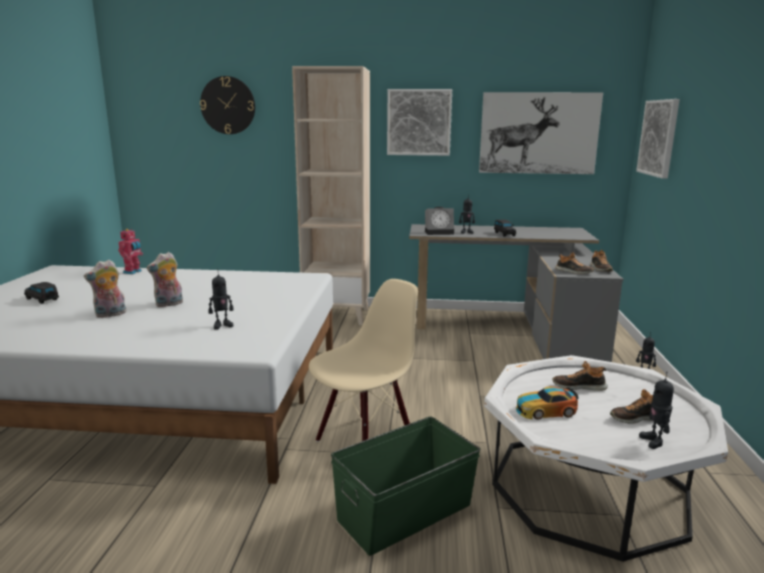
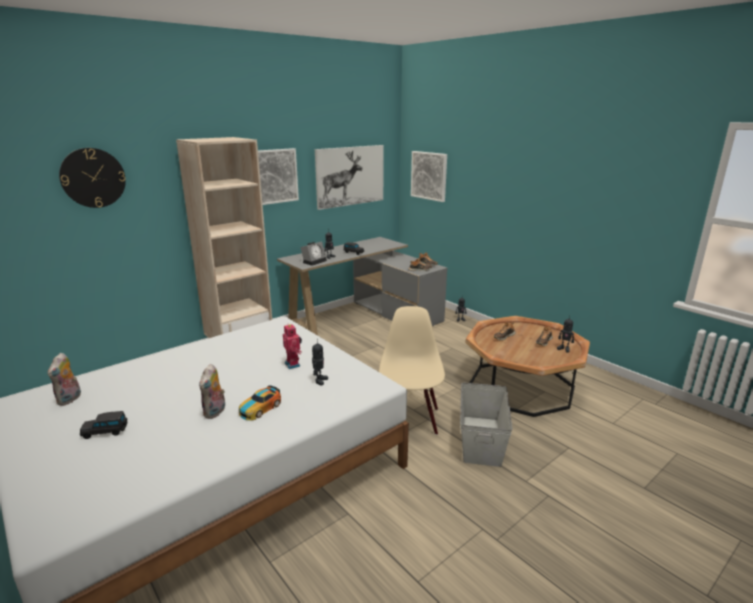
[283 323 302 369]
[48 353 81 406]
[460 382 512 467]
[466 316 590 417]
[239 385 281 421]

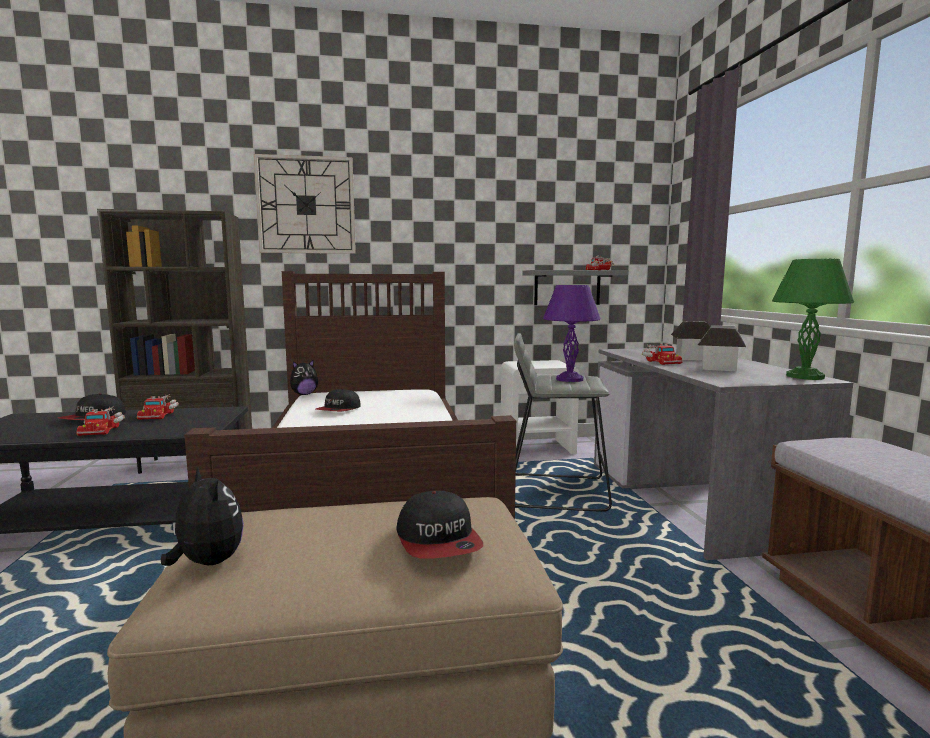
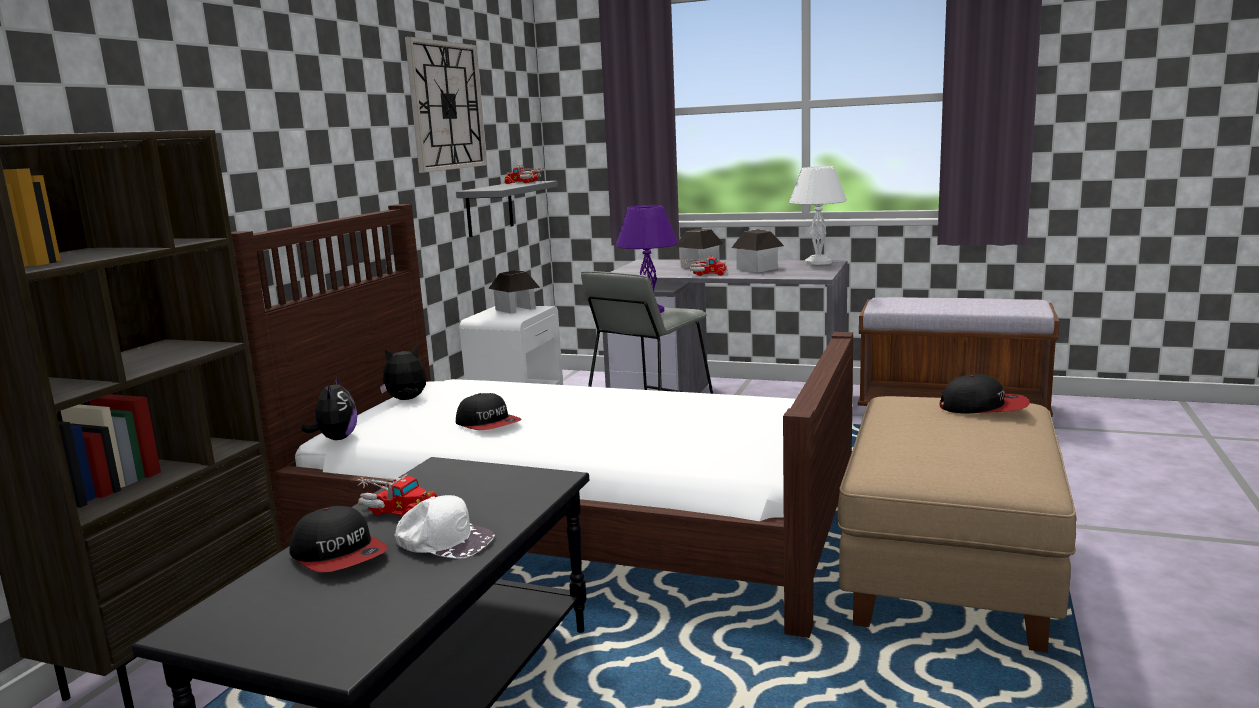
[395 495 495 559]
[380 346 427 400]
[405 37 487 173]
[789 166 847 265]
[488 270 540 313]

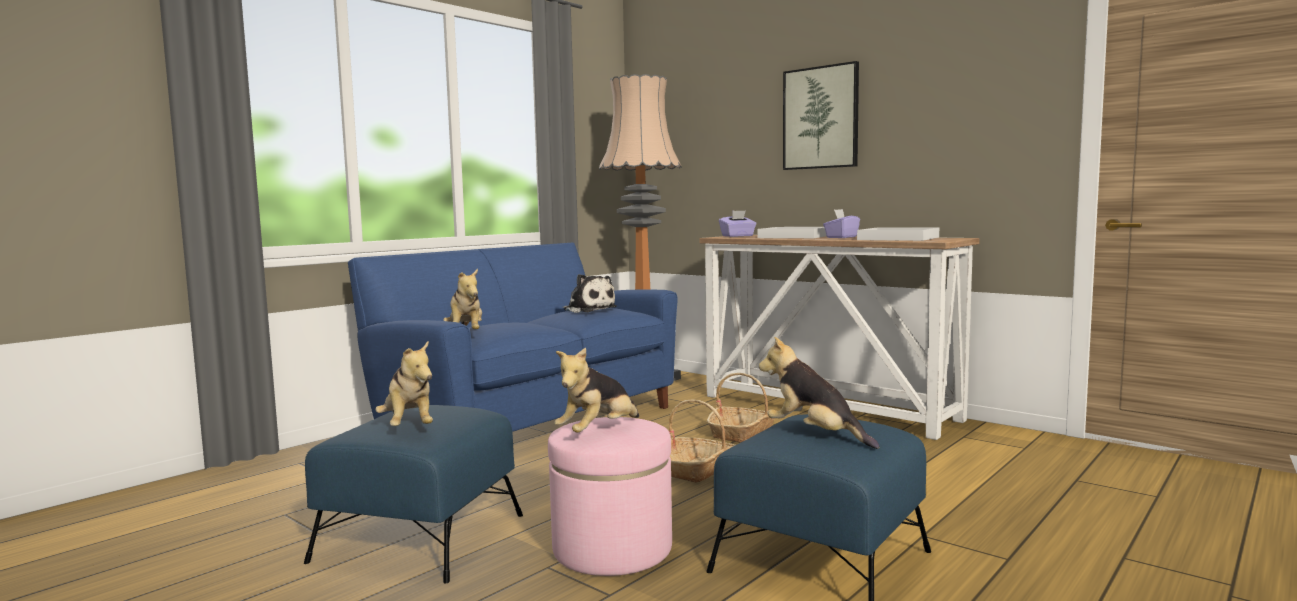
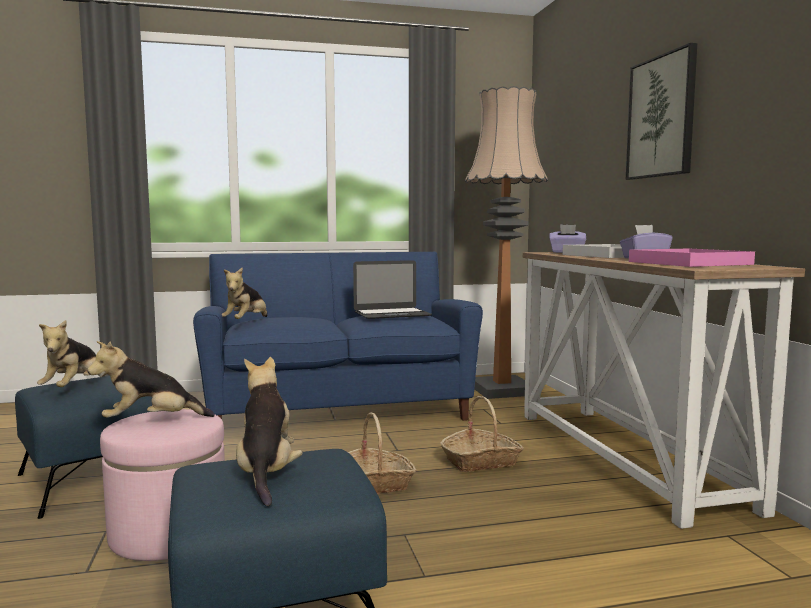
[353 260 432 319]
[629 249 755 267]

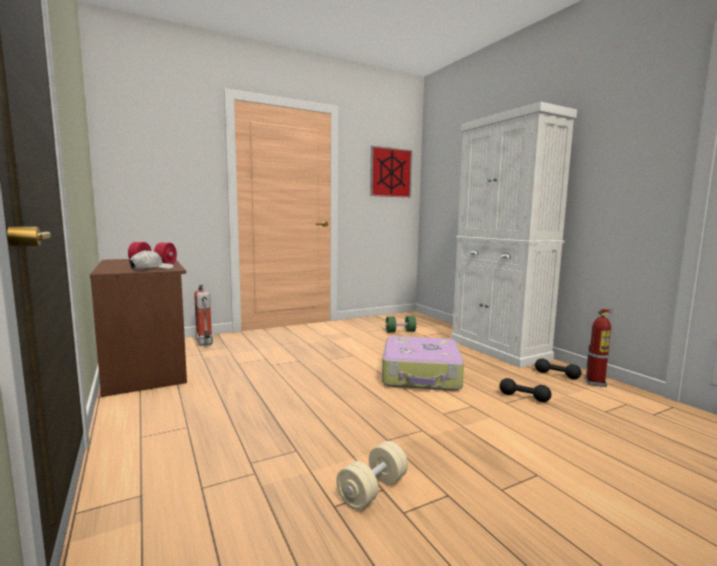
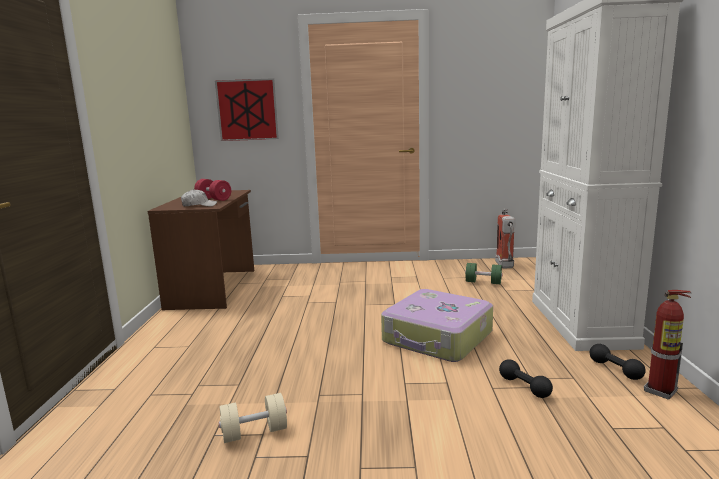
[495 209 515 268]
[215 78 279 141]

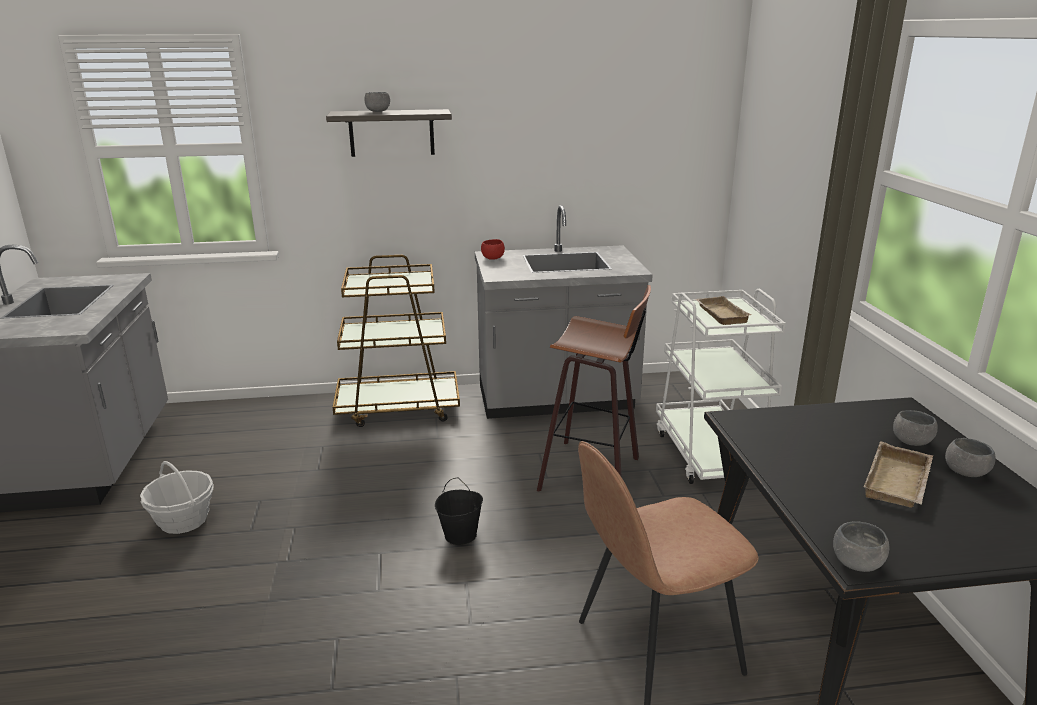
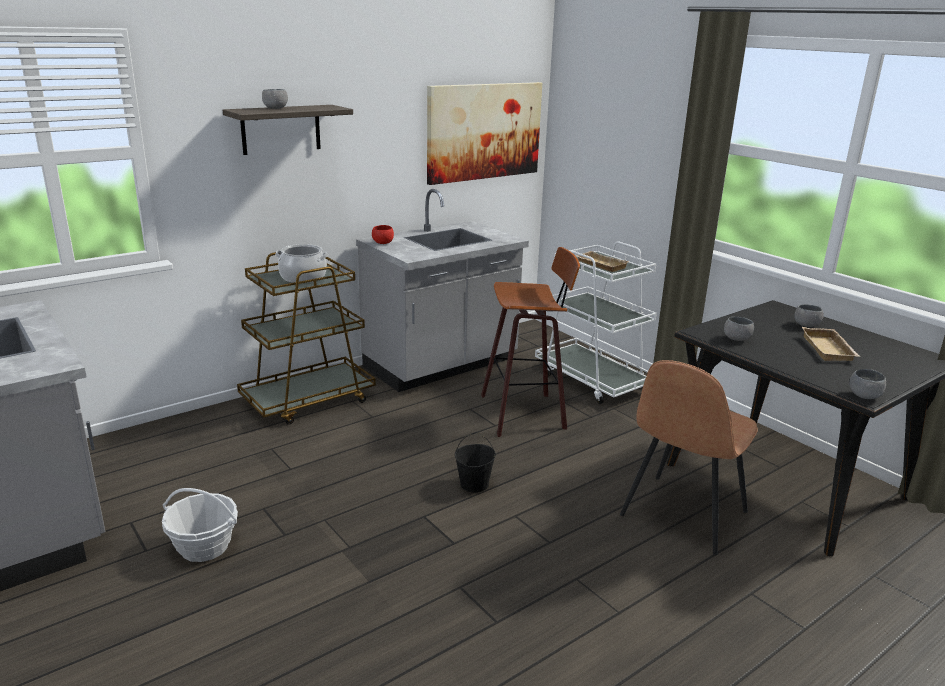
[724 317 754 341]
[275 244 328 283]
[427 82 542 185]

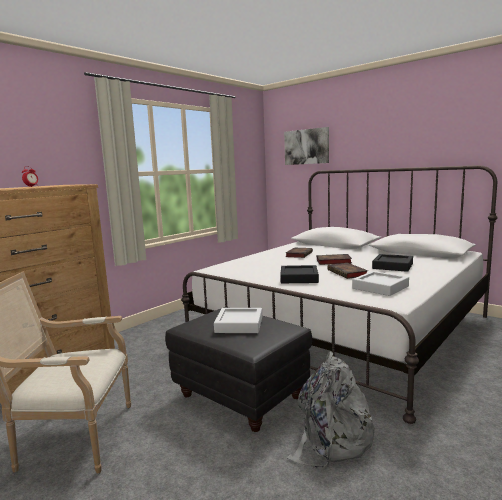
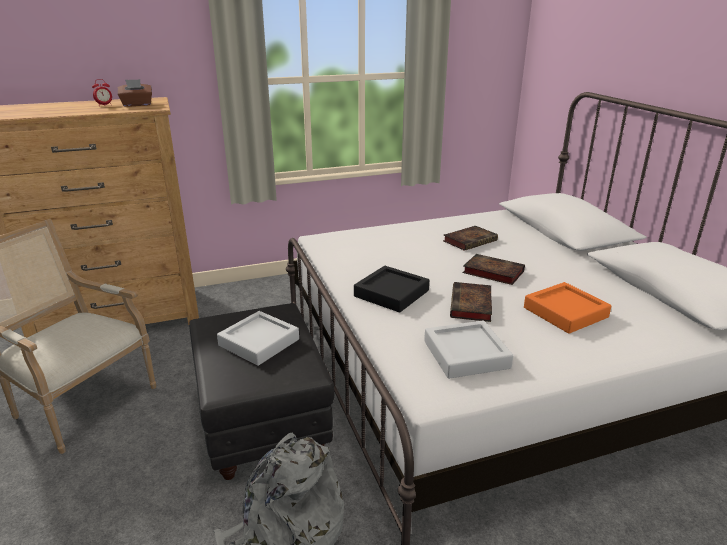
[284 127 329 165] (first image)
[524 282 611 334]
[118 79 152 107]

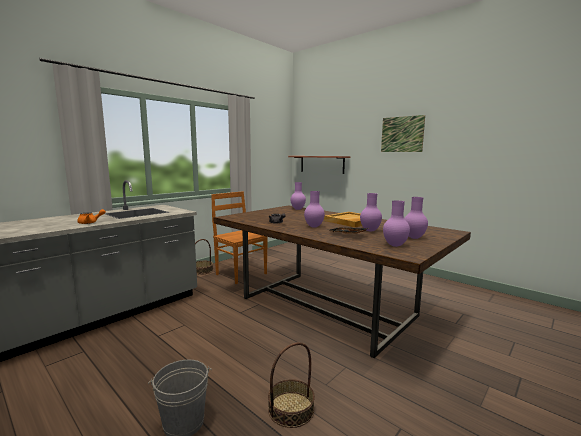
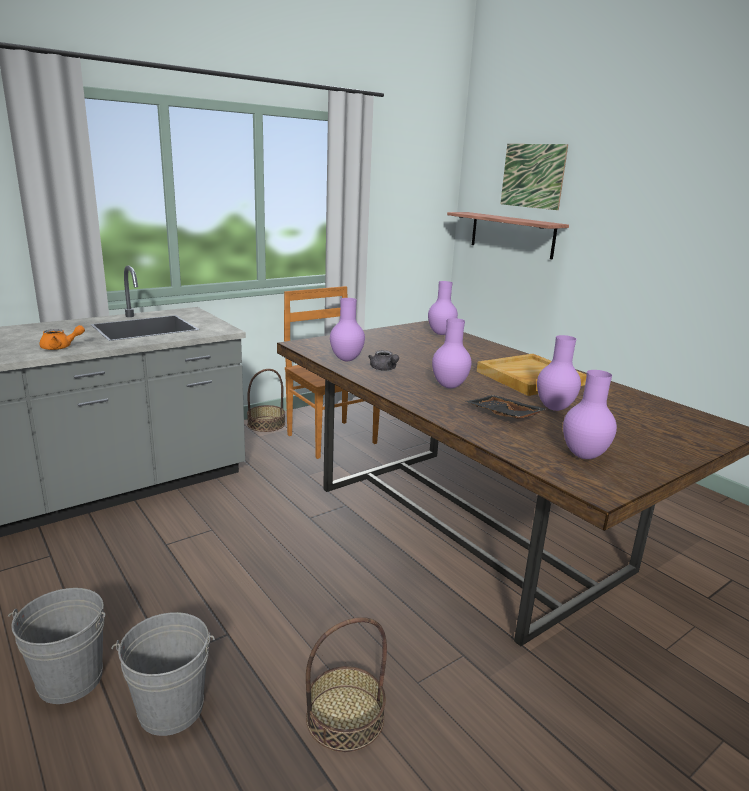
[500 144 568 210]
[330 298 365 361]
[8 588 105 704]

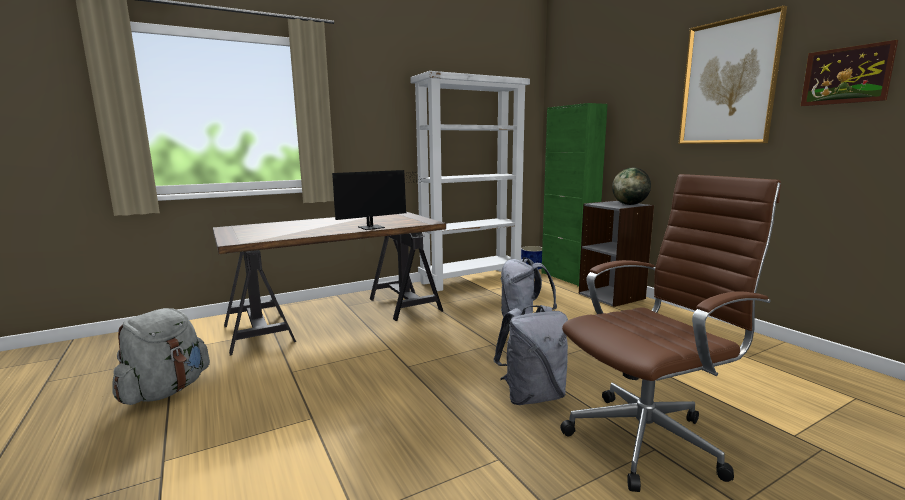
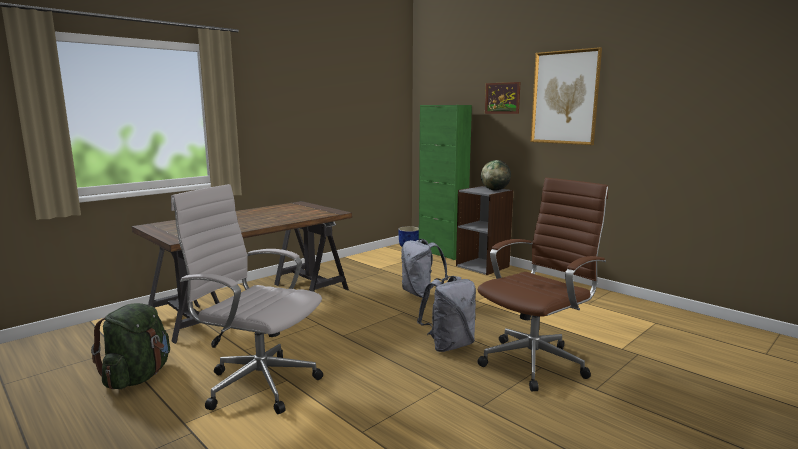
[91 303 170 389]
[332 170 426 230] (first image)
[410 71 530 291] (first image)
[485 82 520 114]
[171 184 323 414]

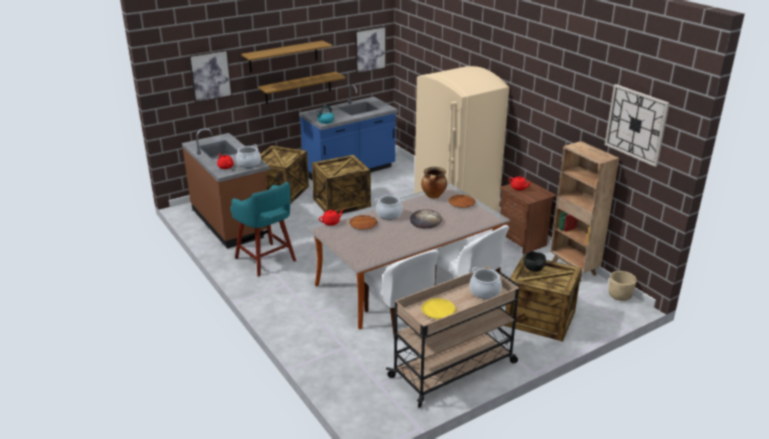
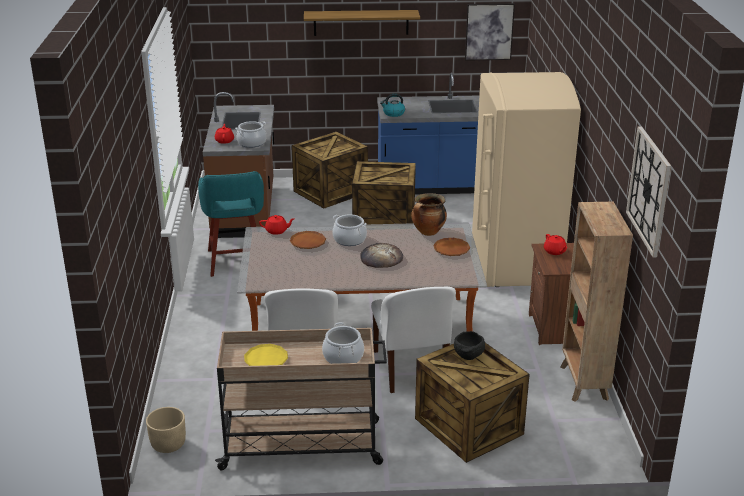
[189 50 232 103] (first image)
[258 72 346 104] (first image)
[146 407 186 453]

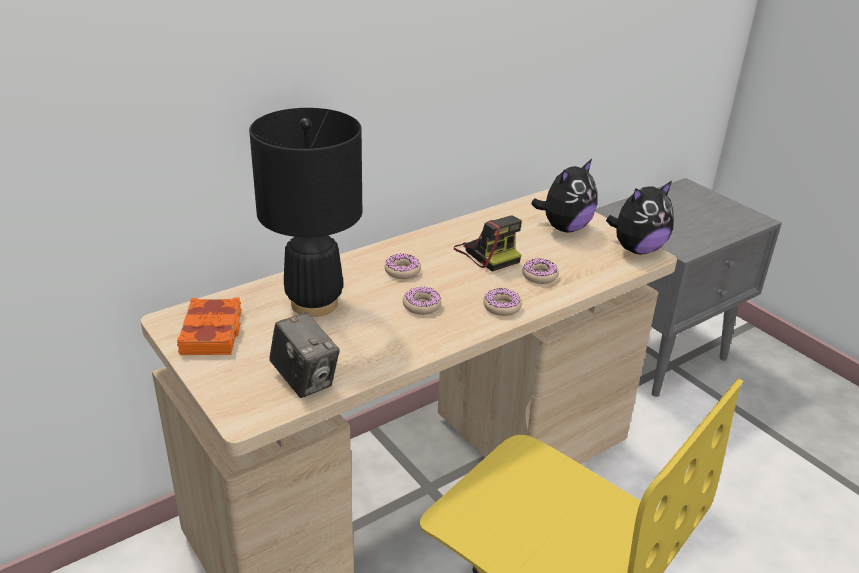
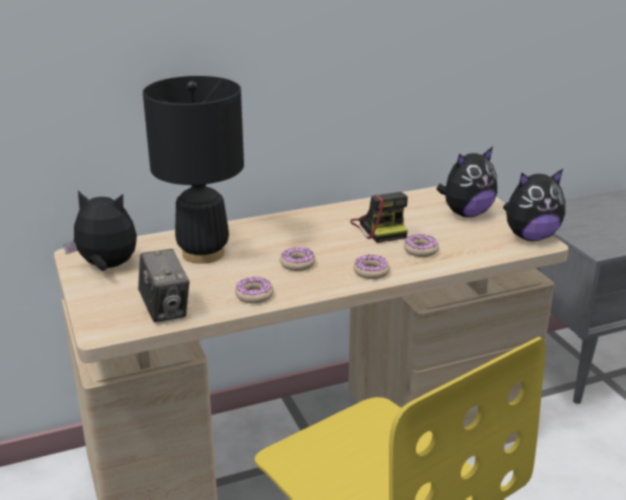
[63 191 137 271]
[235 277 274 303]

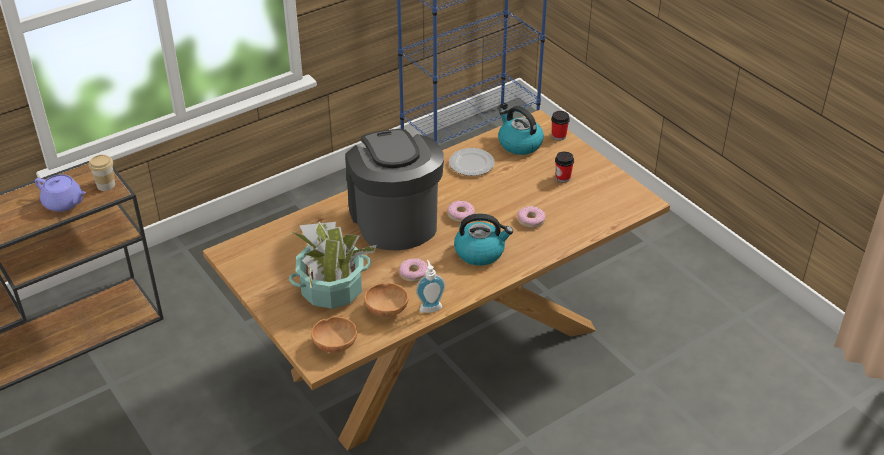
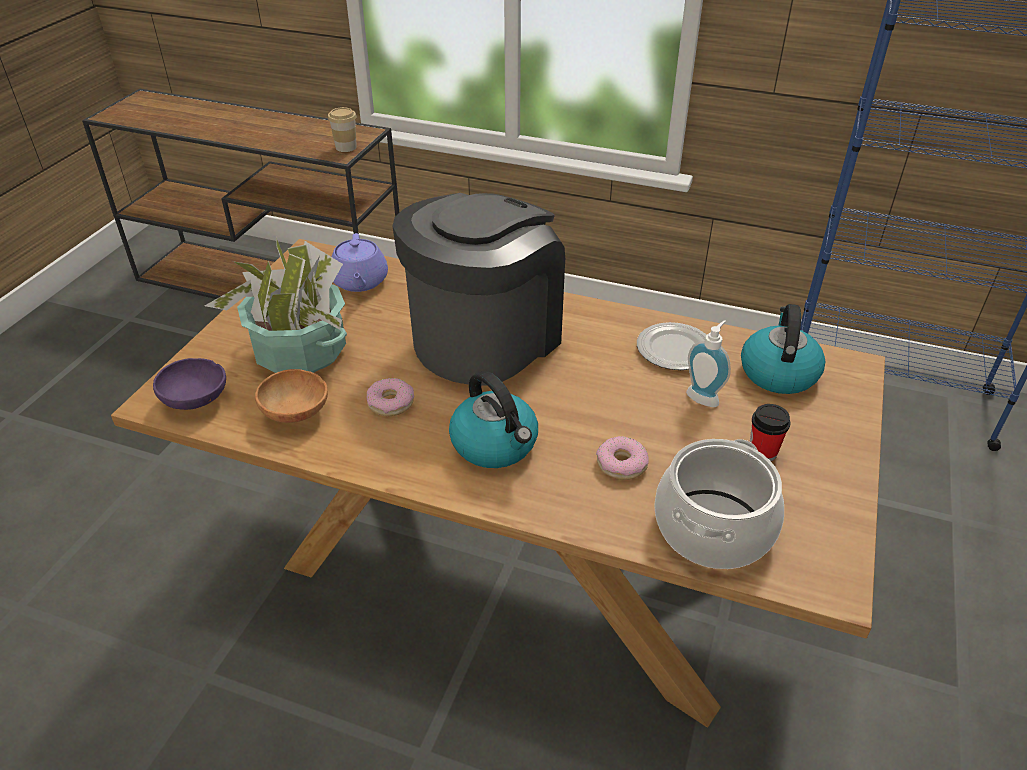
[331 233 388 292]
[153 358 226 410]
[686 320 731 407]
[447 201 475 223] (first image)
[551 111 570 141] (first image)
[654 439 784 569]

